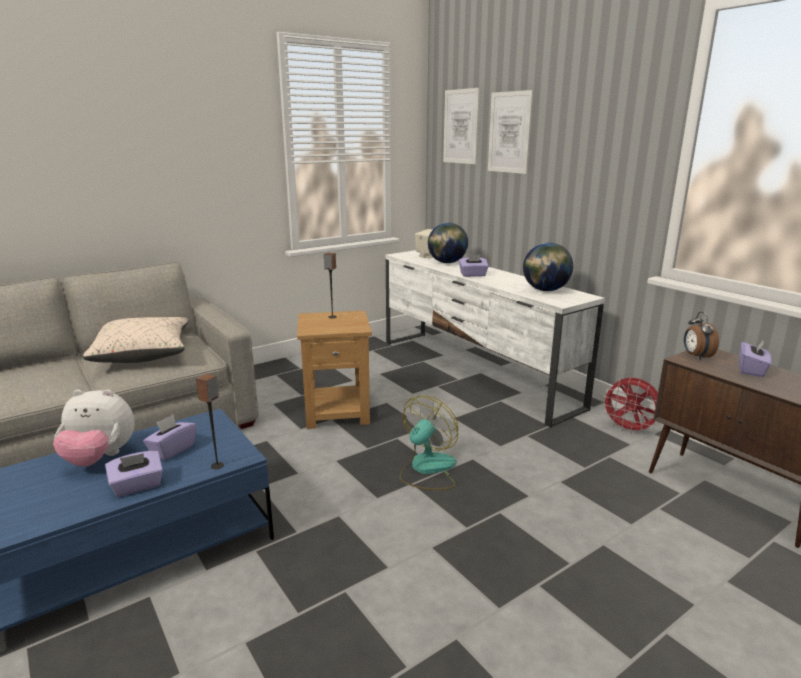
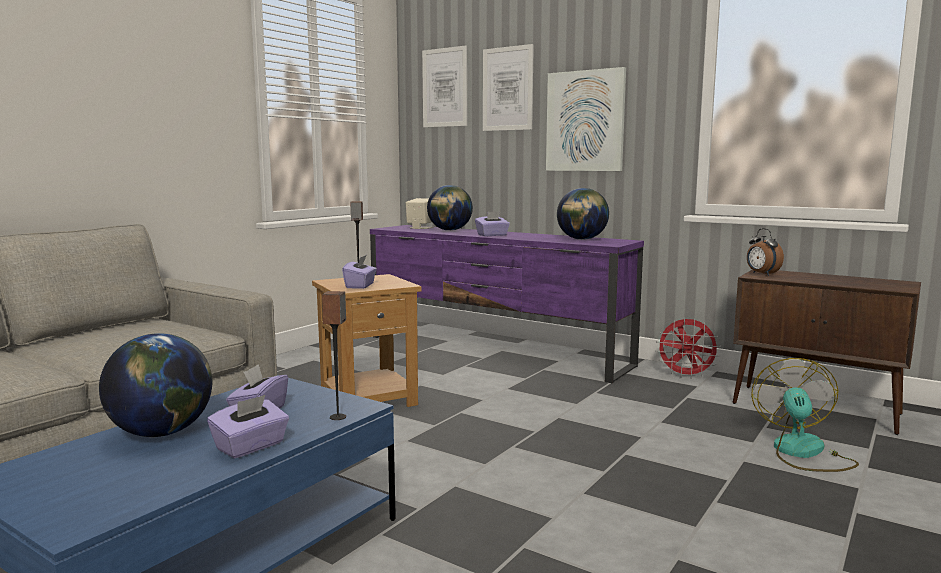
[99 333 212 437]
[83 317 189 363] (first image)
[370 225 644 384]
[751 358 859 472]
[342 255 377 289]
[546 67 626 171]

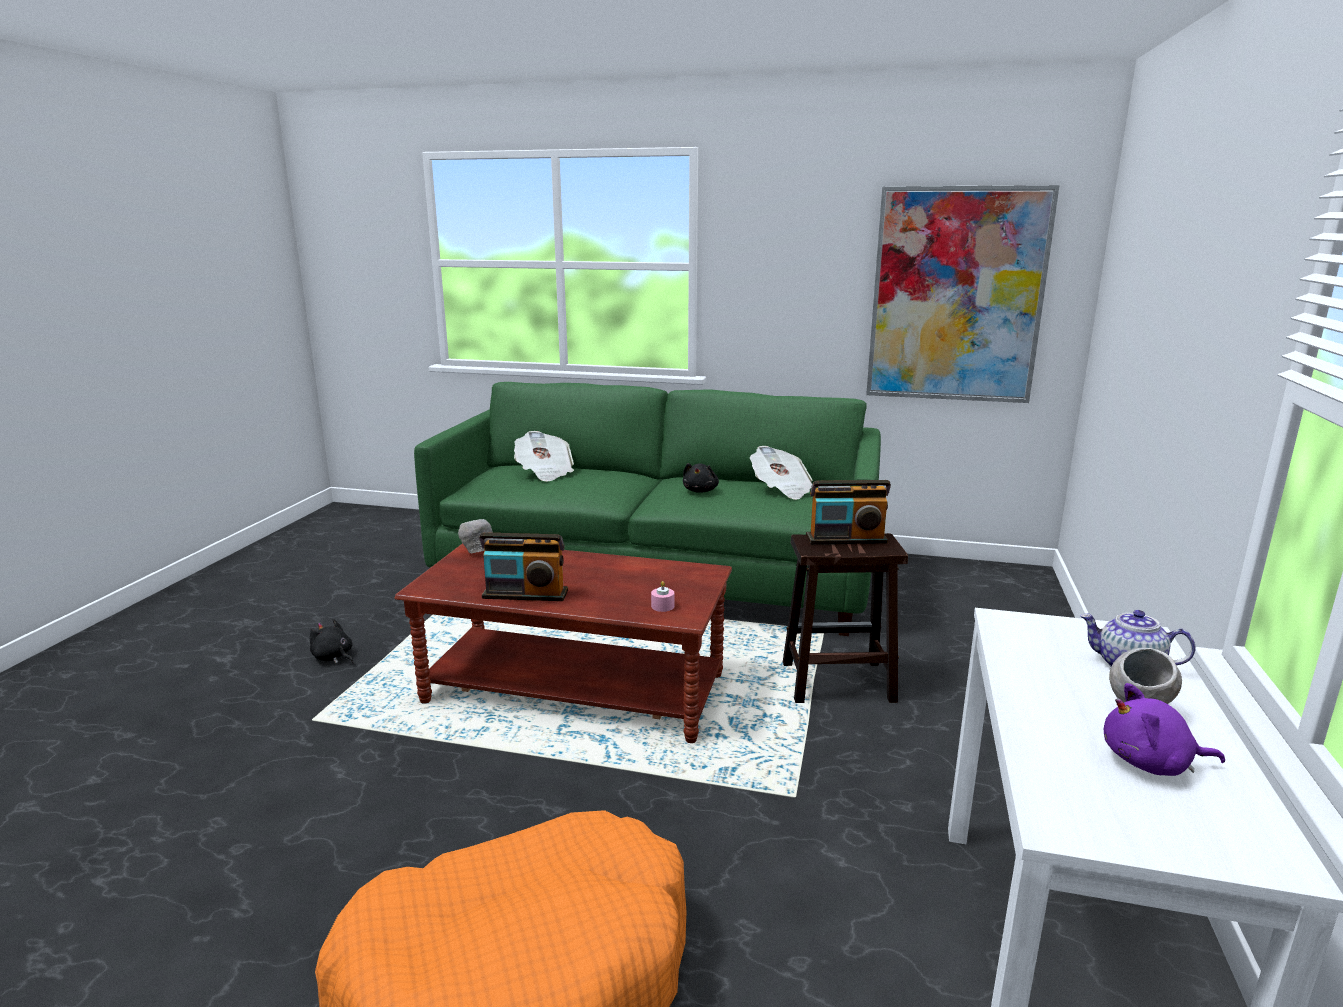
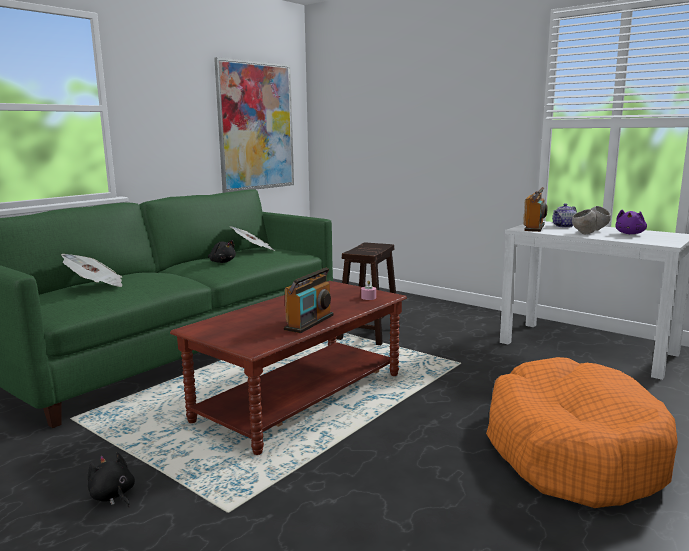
[88 452 135 508]
[572 209 597 235]
[523 187 548 232]

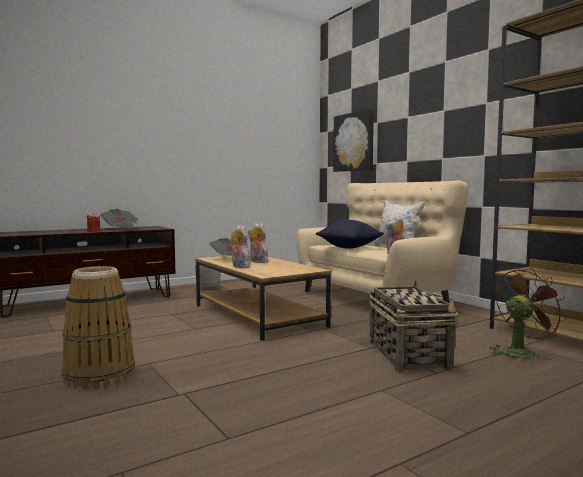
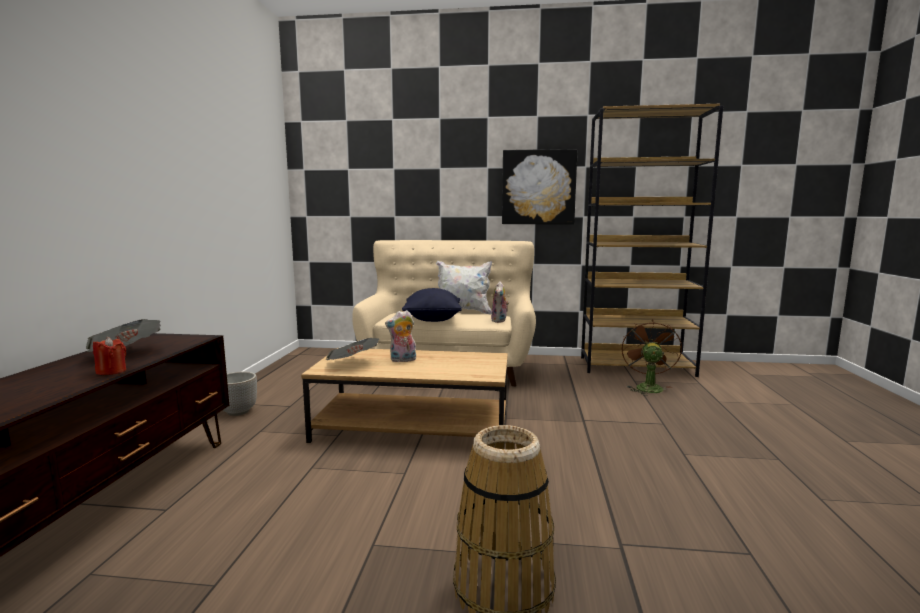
[231 225 250 268] (first image)
[502 149 577 224]
[369 280 459 373] (first image)

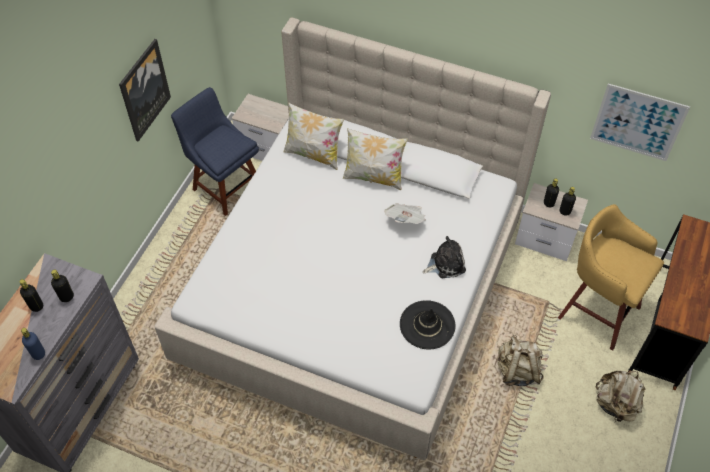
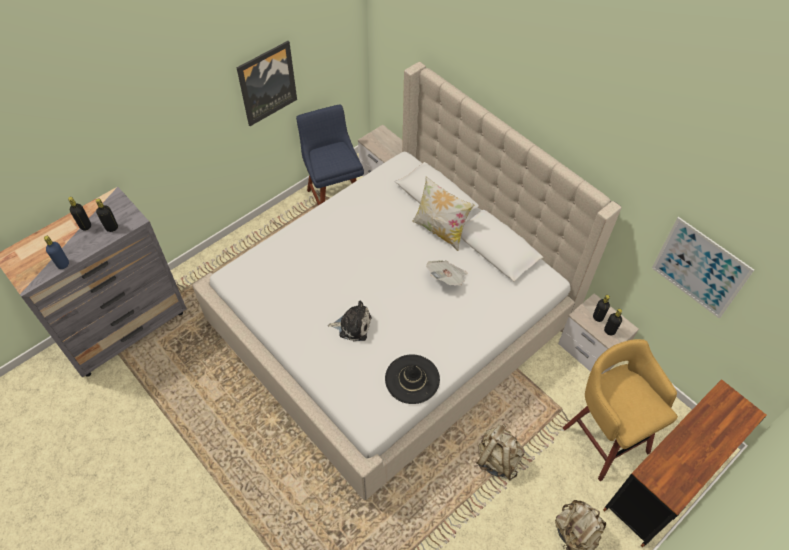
[283 102 344 170] (first image)
[328 300 371 341]

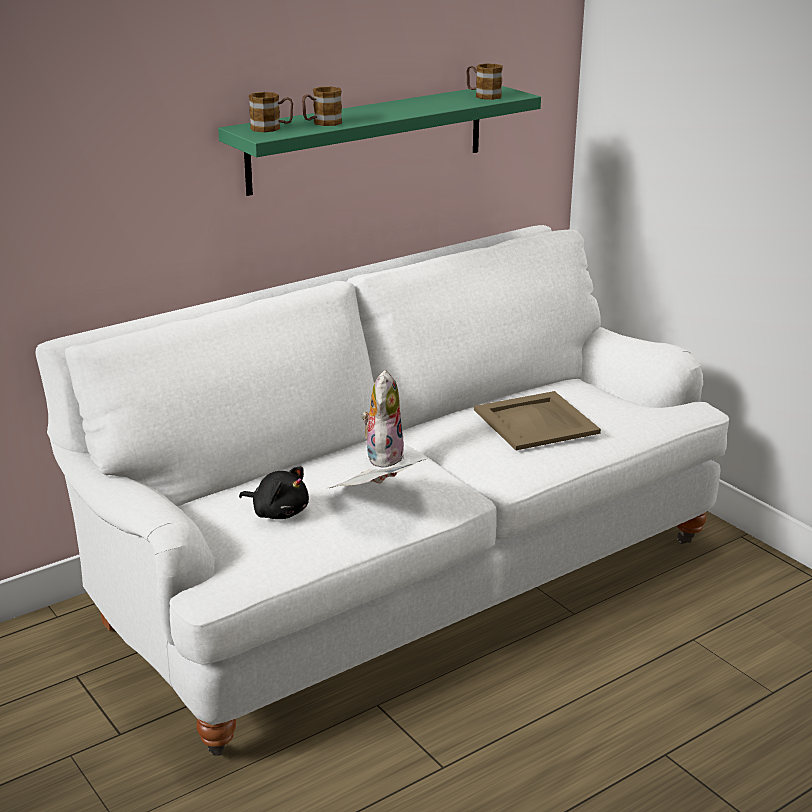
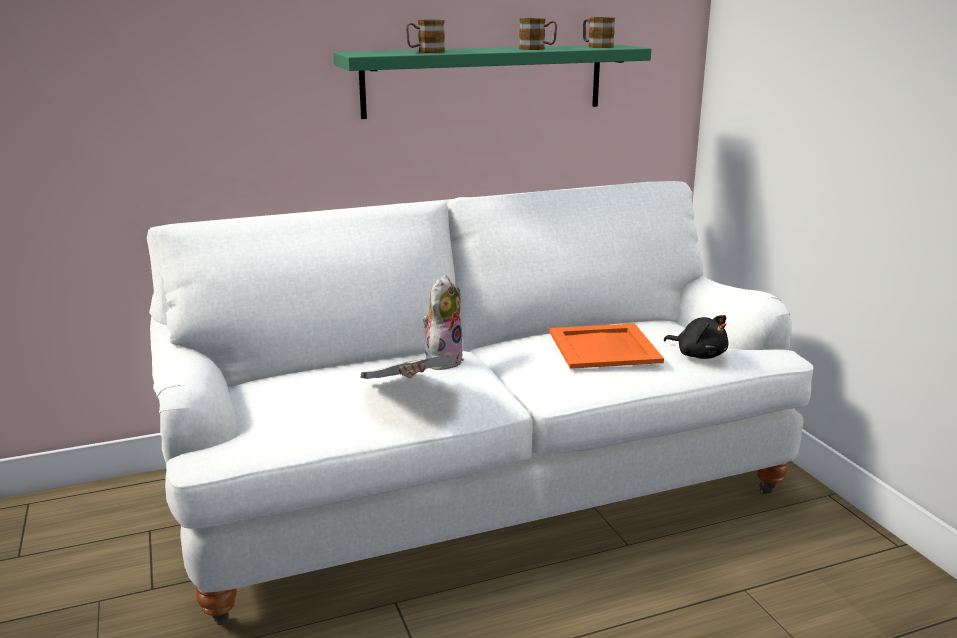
[664 315 728 359]
[519 18 557 50]
[549 323 664 369]

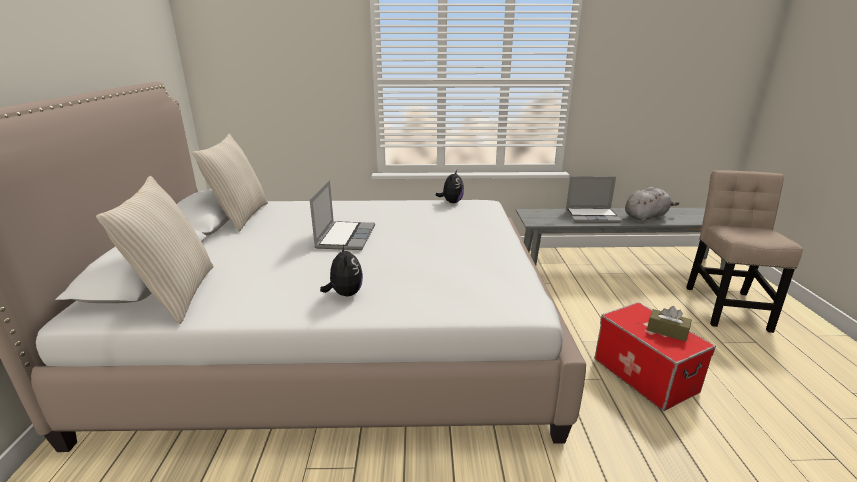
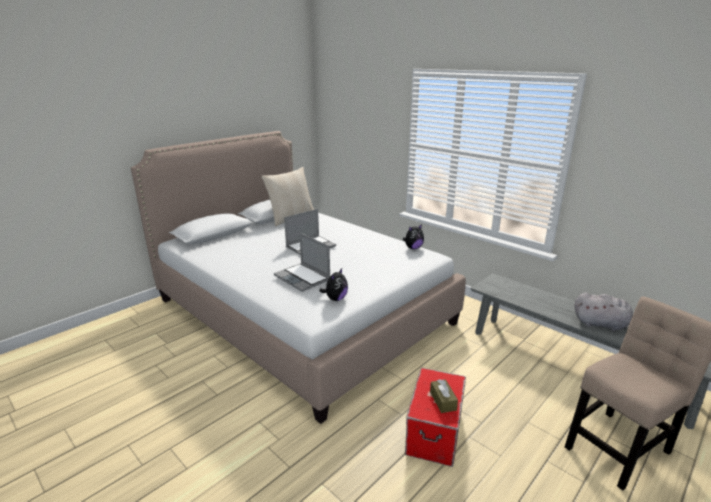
[96 176 214 324] (first image)
[319 268 348 301]
[274 233 330 292]

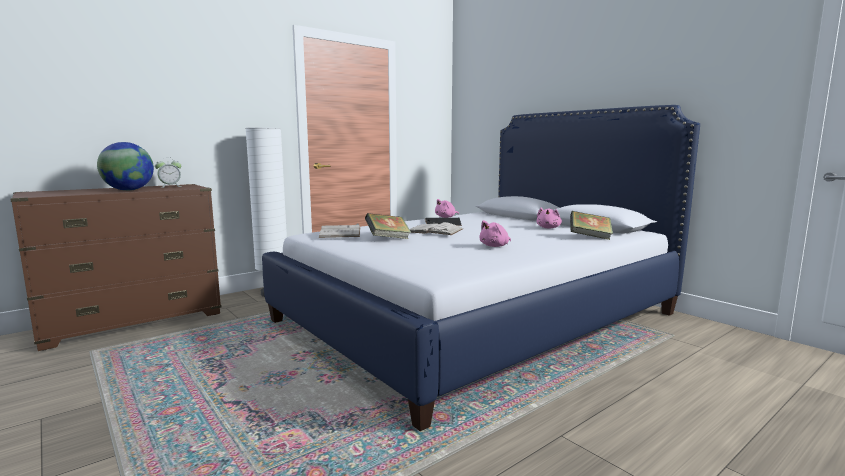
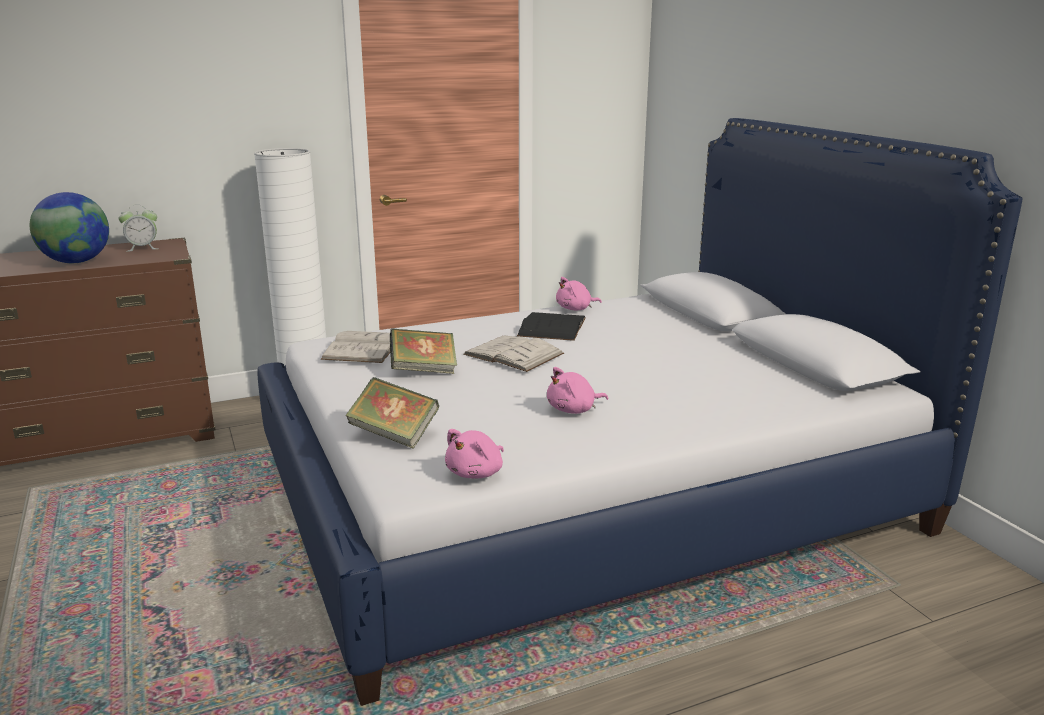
[445 429 504 479]
[346 377 439 449]

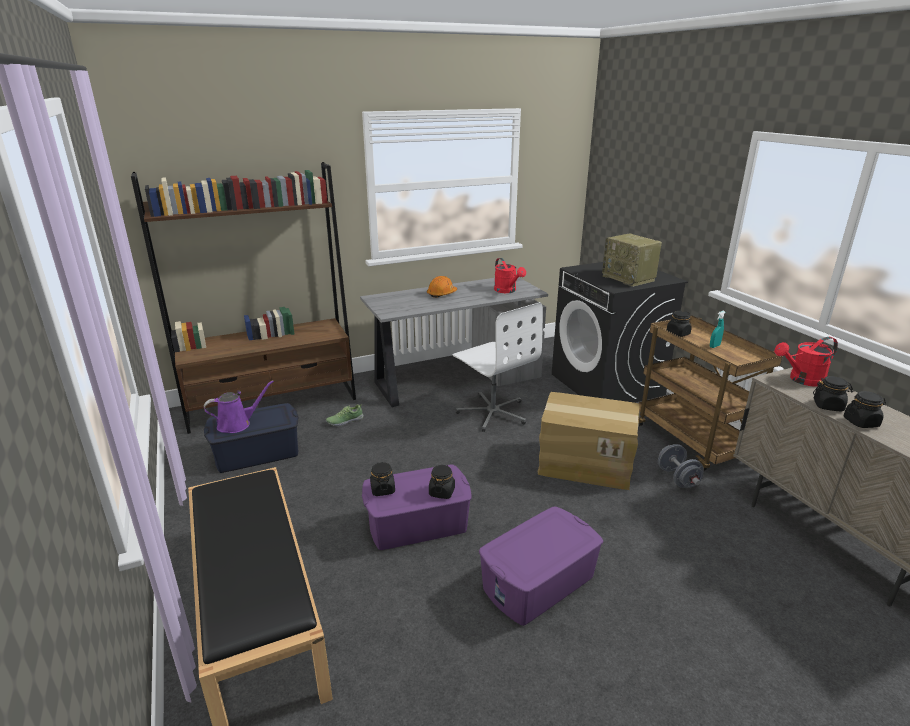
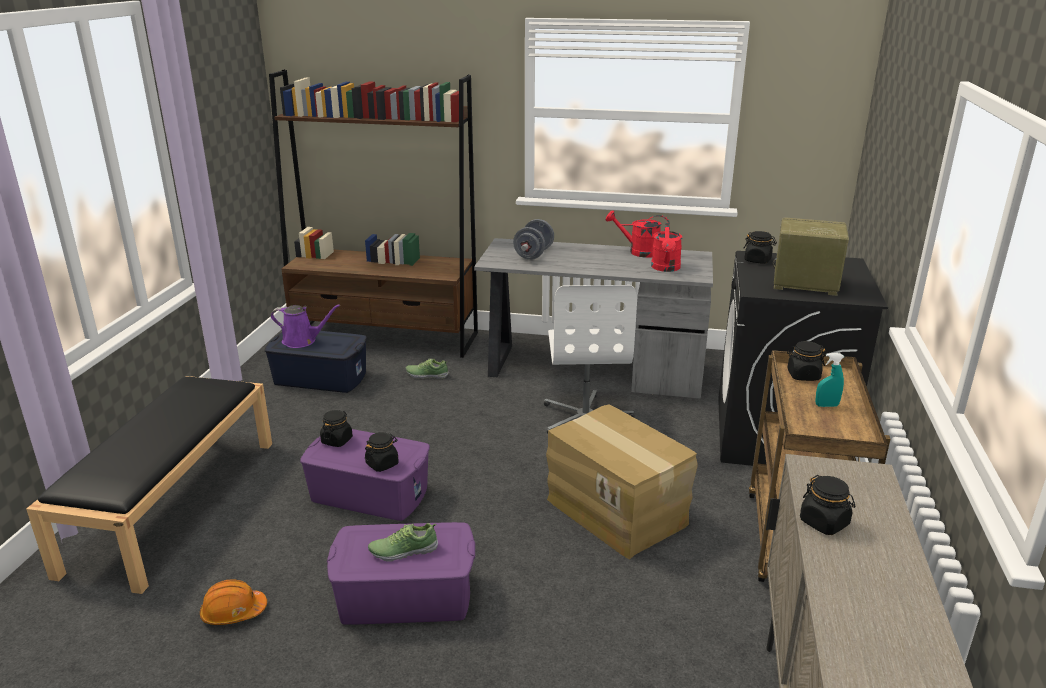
[200 579 267 625]
[772 217 849 296]
[513 219 554 260]
[606 210 670 258]
[743 231 777 264]
[368 523 438 562]

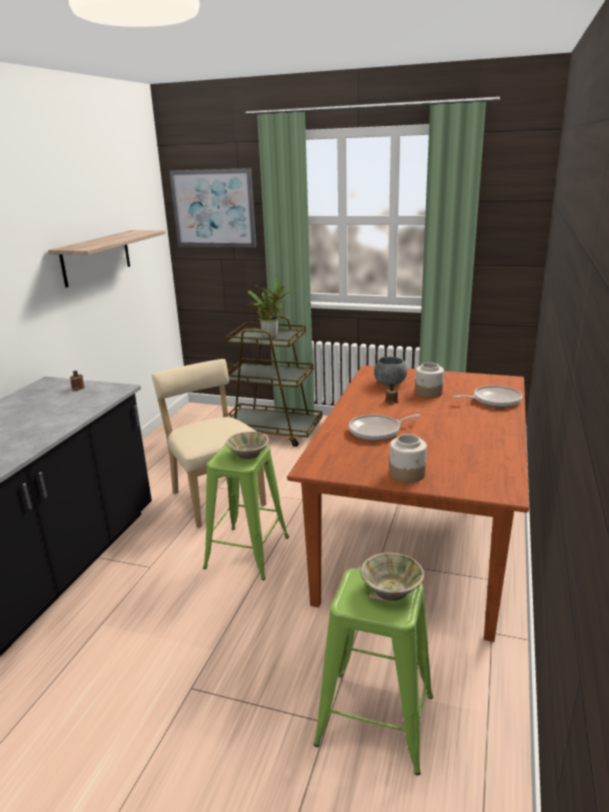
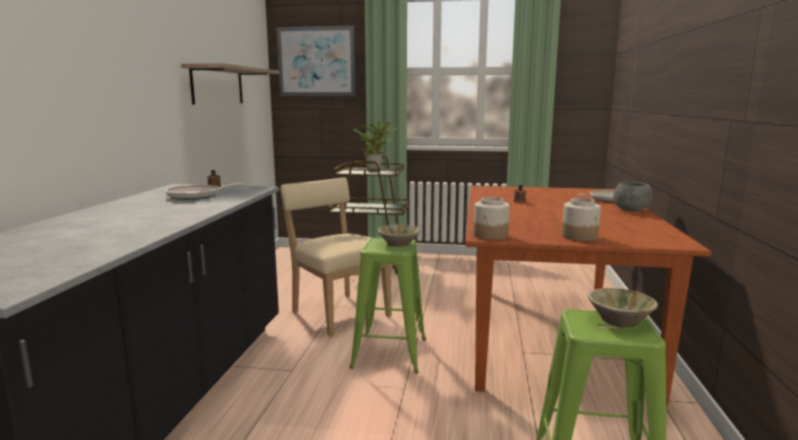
[165 183 245 200]
[613 182 652 212]
[474 197 510 240]

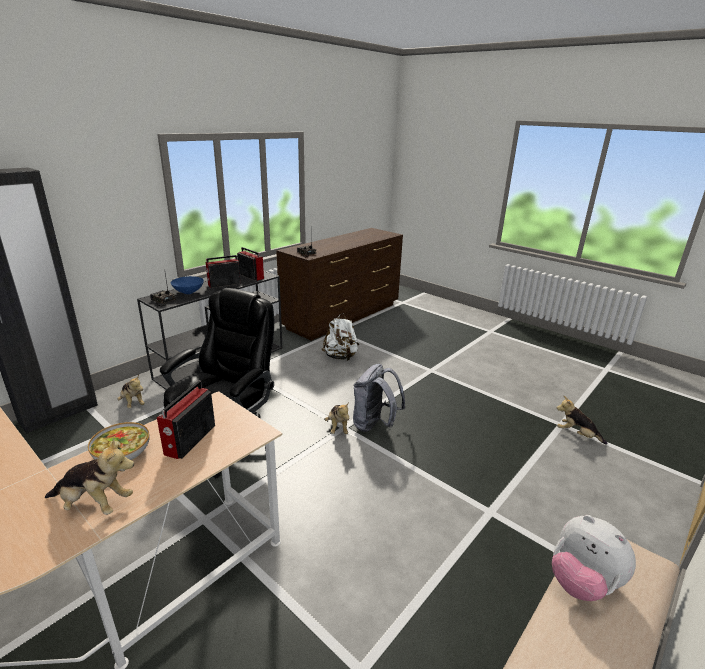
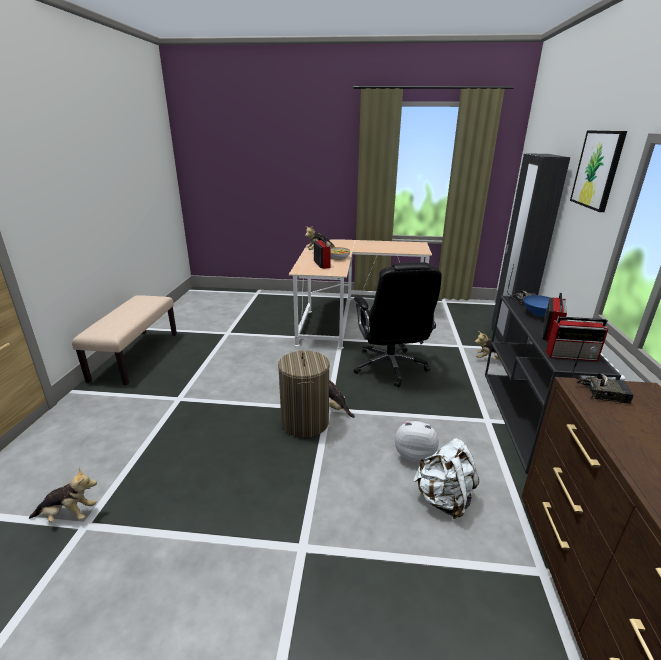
[278 350 330 438]
[395 421 439 463]
[570 130 627 212]

